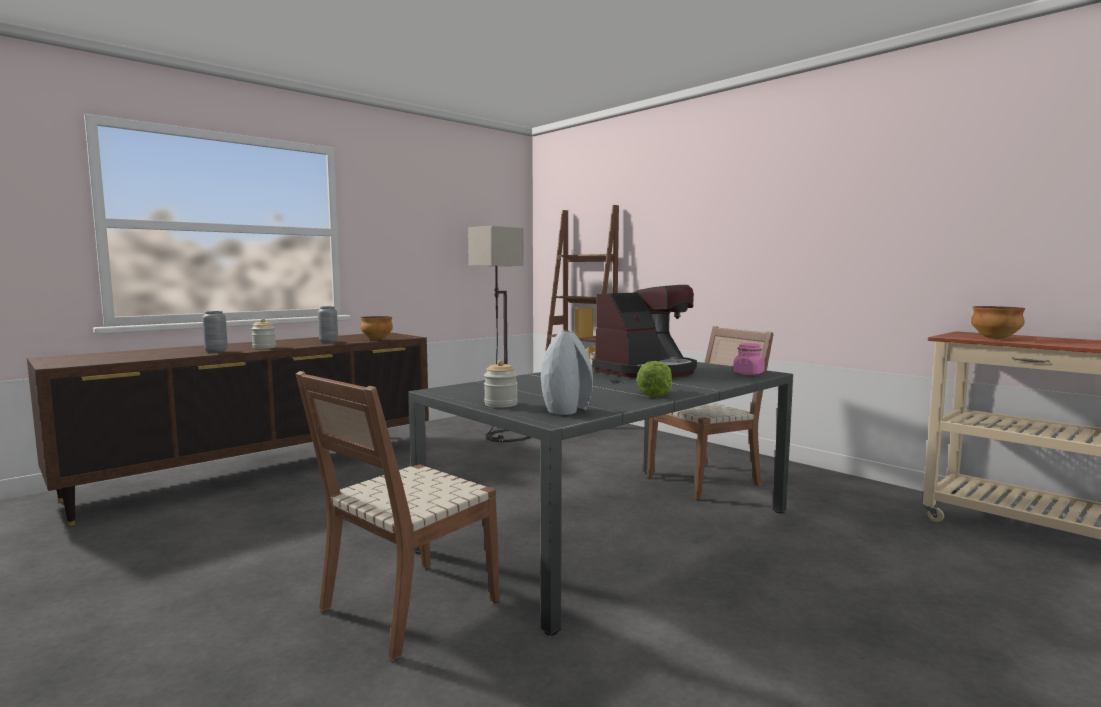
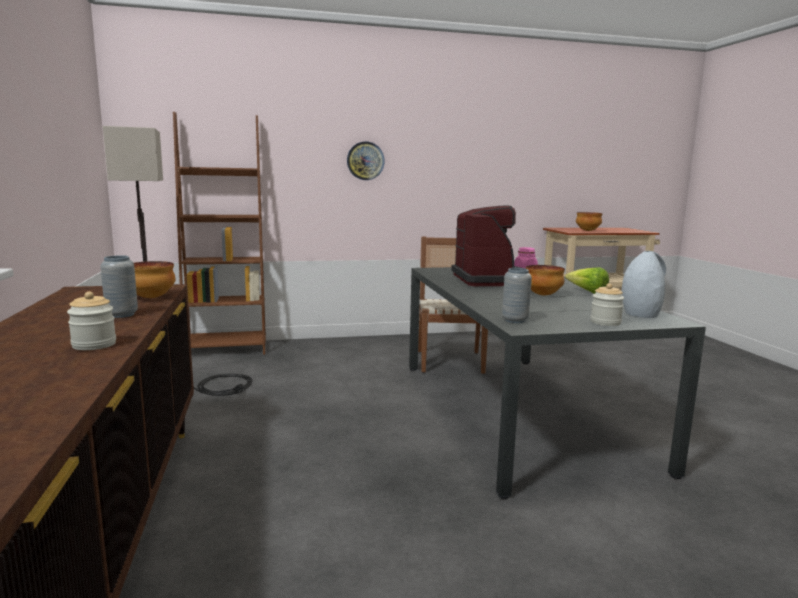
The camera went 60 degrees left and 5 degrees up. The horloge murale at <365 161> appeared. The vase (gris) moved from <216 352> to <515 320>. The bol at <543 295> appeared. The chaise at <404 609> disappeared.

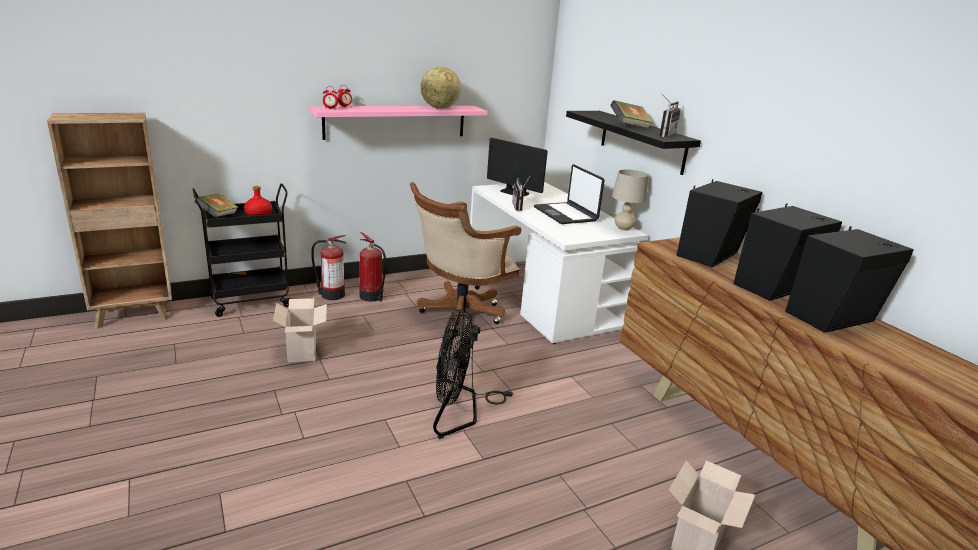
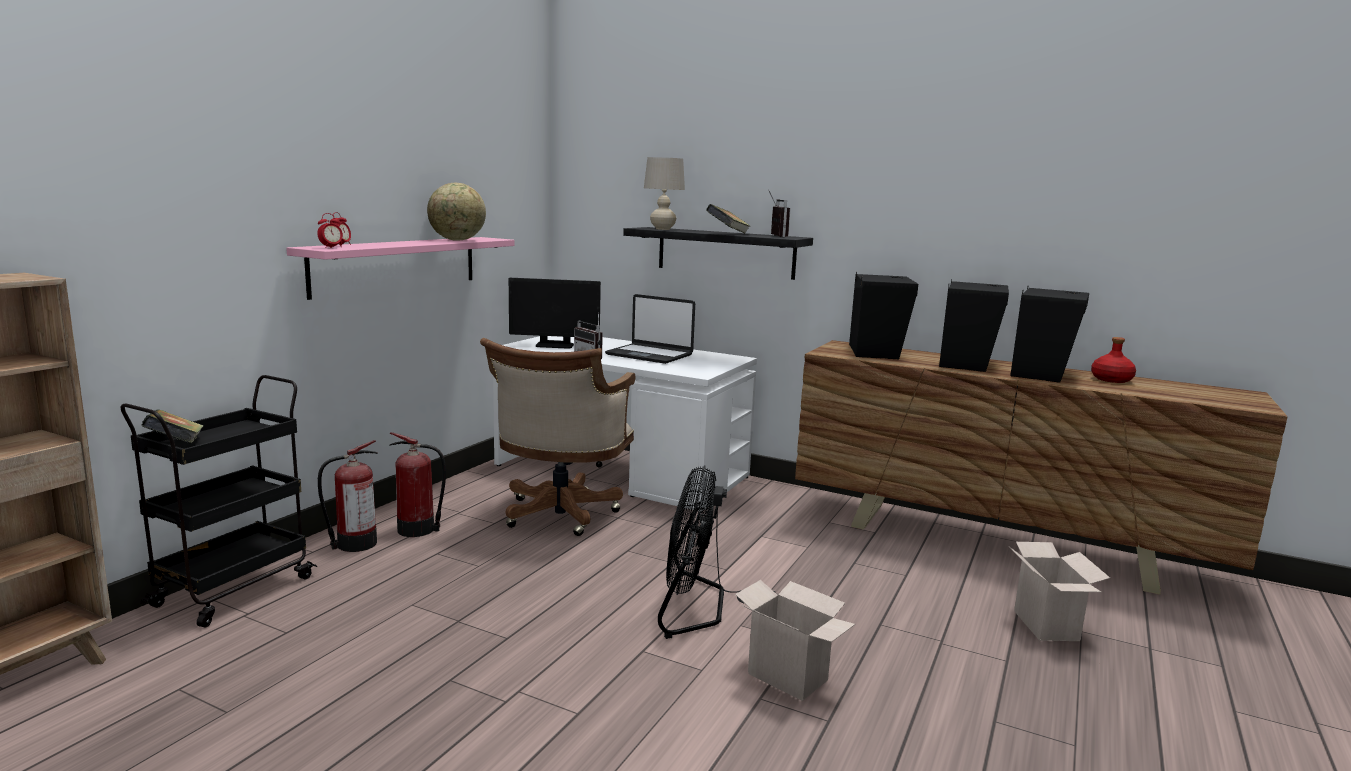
The camera went 35 degrees left and 10 degrees down. The lampe de table (beige) moved from <624 228> to <662 229>. The ventilateur (noir) at <460 406> turned 45 degrees clockwise. The carton moved from <303 352> to <790 677>. The bouteille (rouge) moved from <258 214> to <1111 379>.

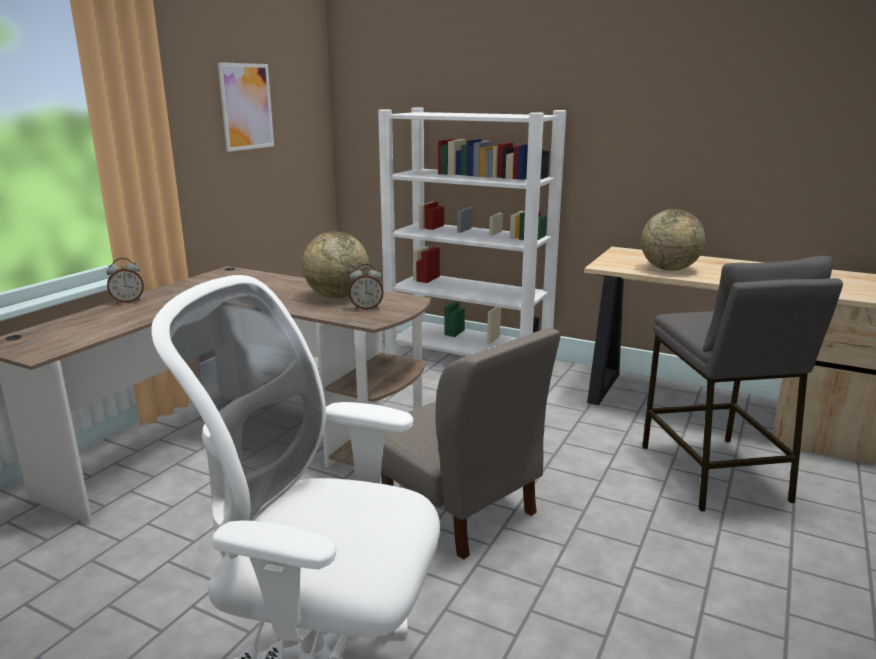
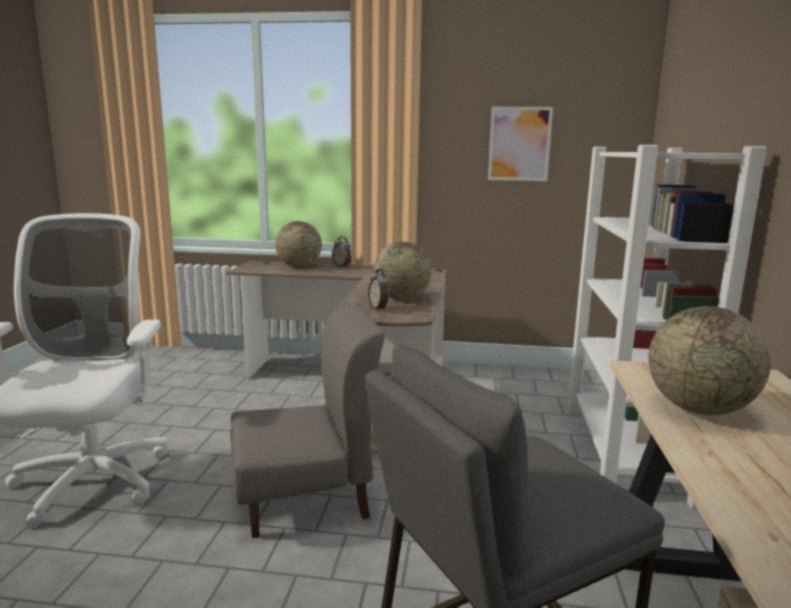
The camera went 70 degrees right and 5 degrees down. The chaise (gris) at <459 509> turned 135 degrees counterclockwise. The globe at <299 266> appeared.

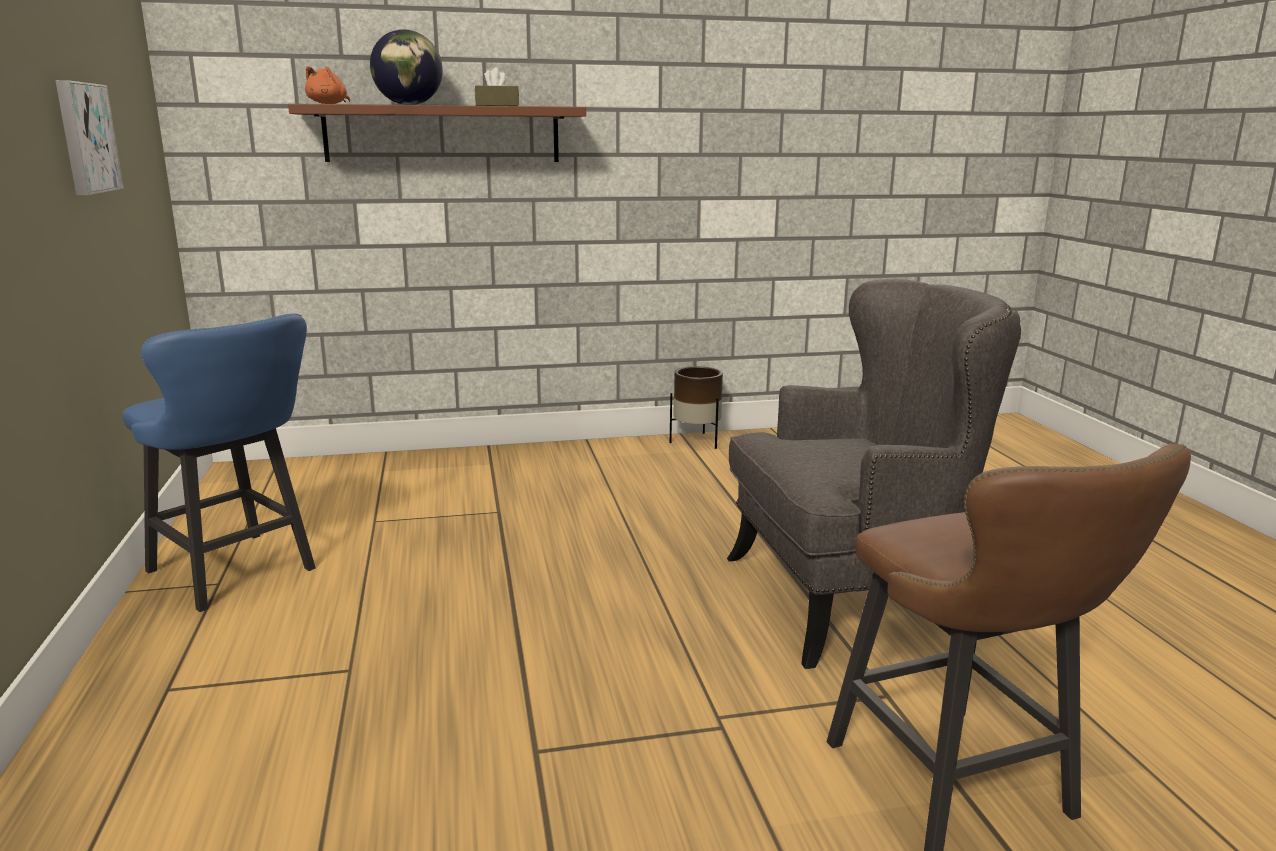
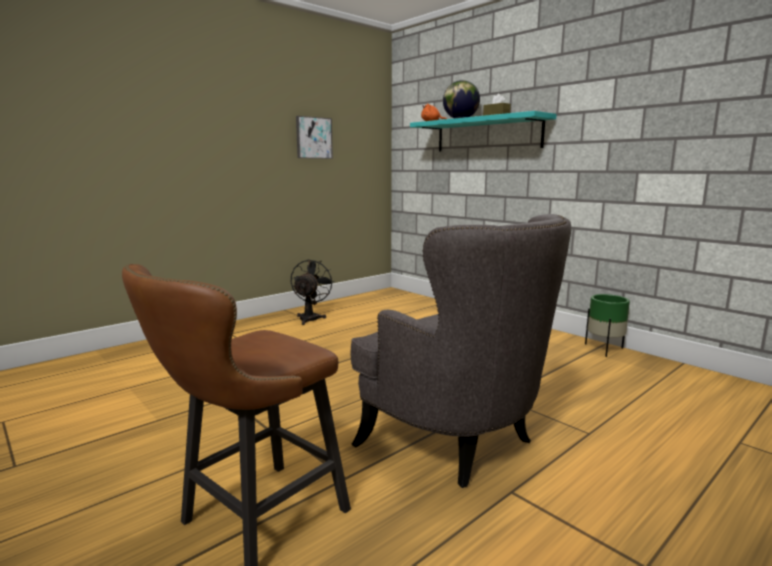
The camera went 60 degrees right and 5 degrees down. The tabouret (bleu) at <240 576> was replaced by the ventilateur (noir) at <311 317>. The étagère (marron) at <443 134> became the étagère (turquoise) at <487 134>. The cache-pot (marron) at <697 441> became the cache-pot (vert) at <604 349>.

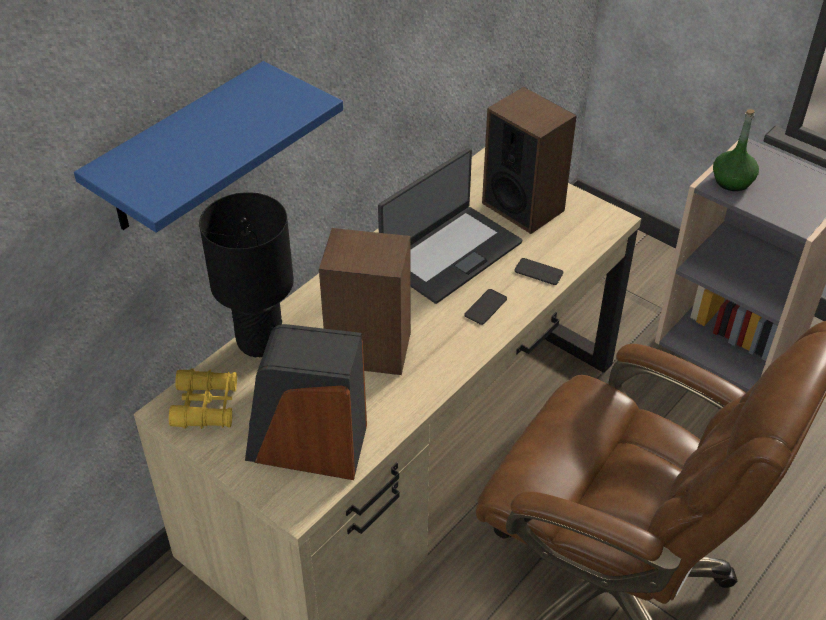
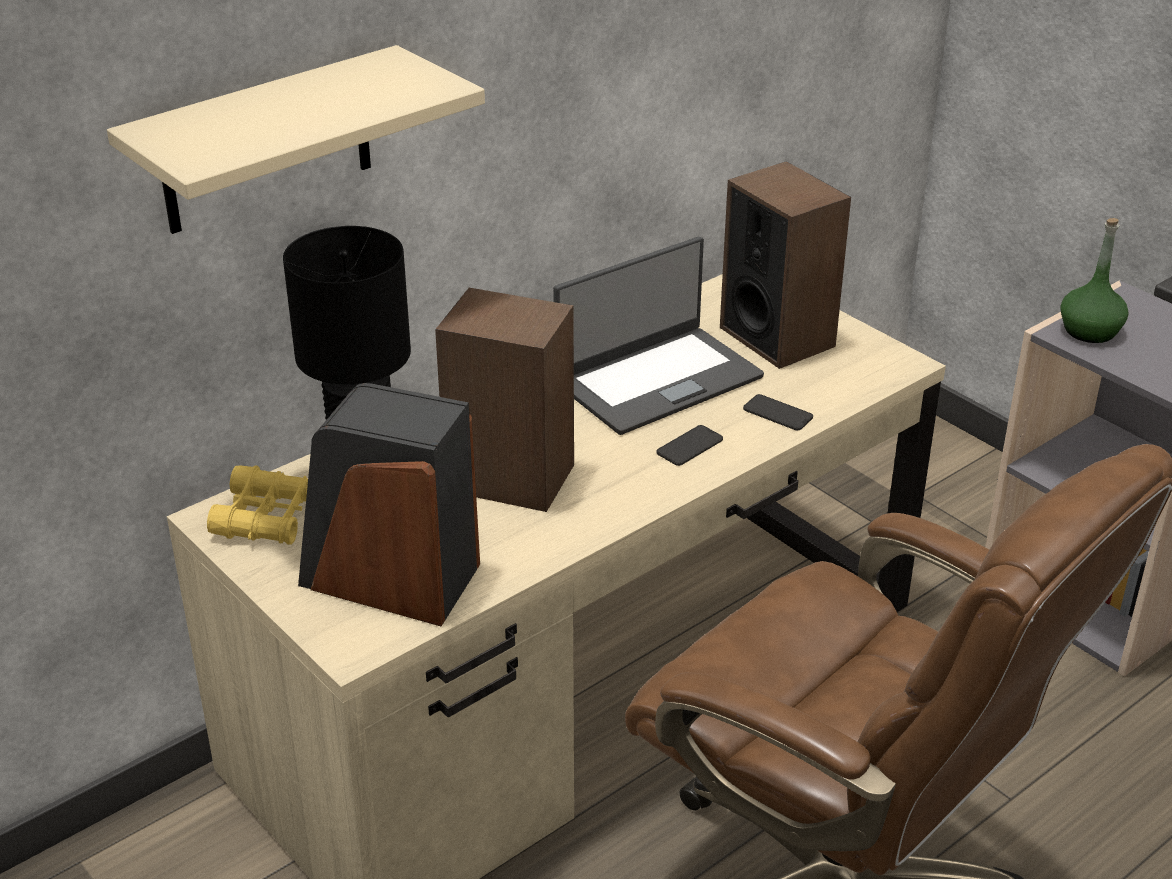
The camera went 10 degrees right and 10 degrees down. The étagère (bleu) at <180 150> became the étagère (beige) at <266 142>.

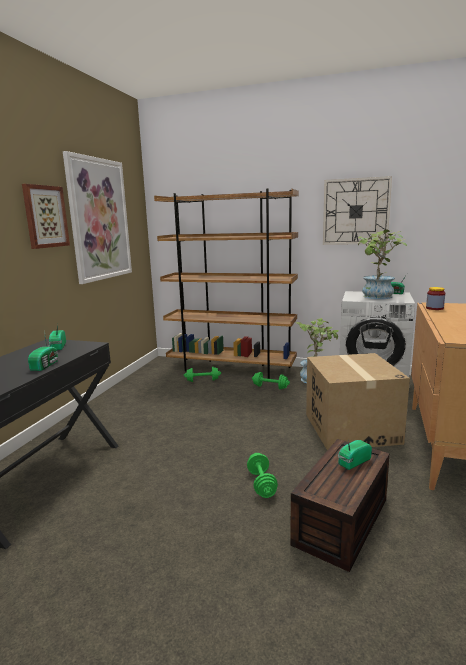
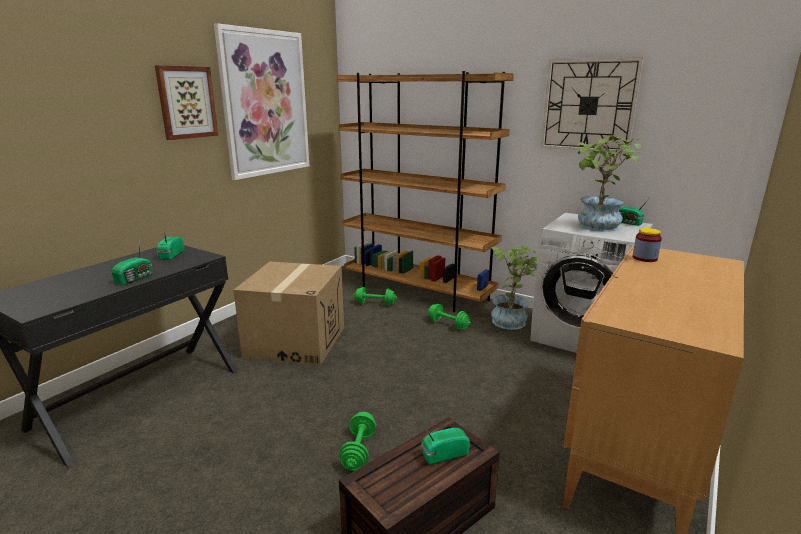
The camera went 15 degrees right and 5 degrees up. The carton moved from <351 428> to <295 341>.

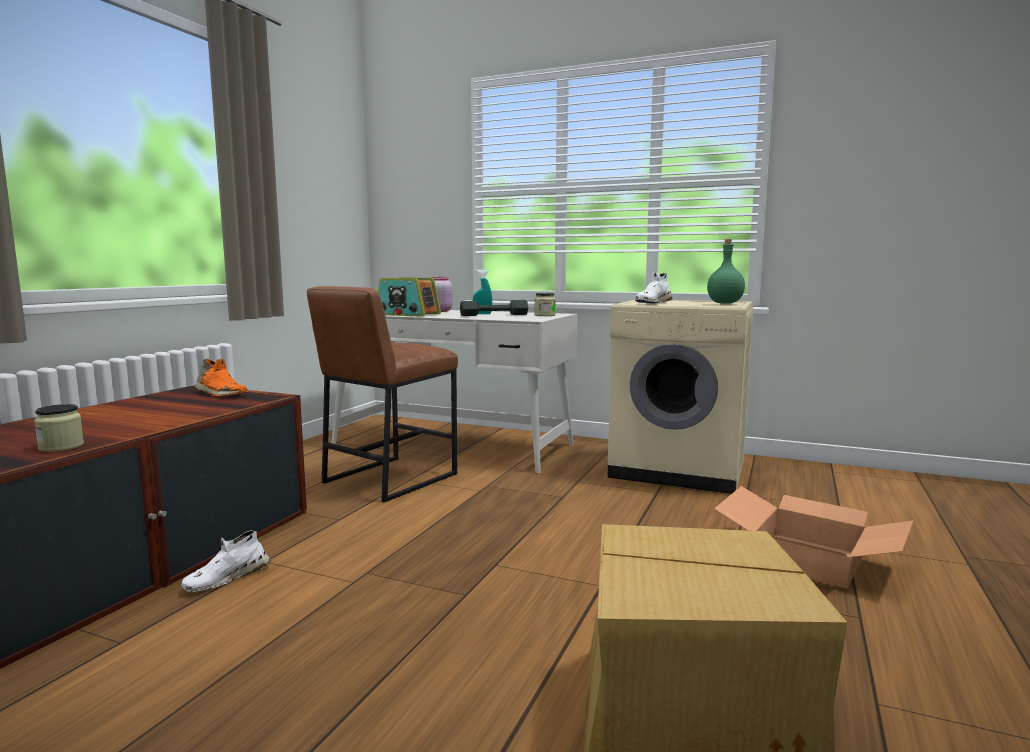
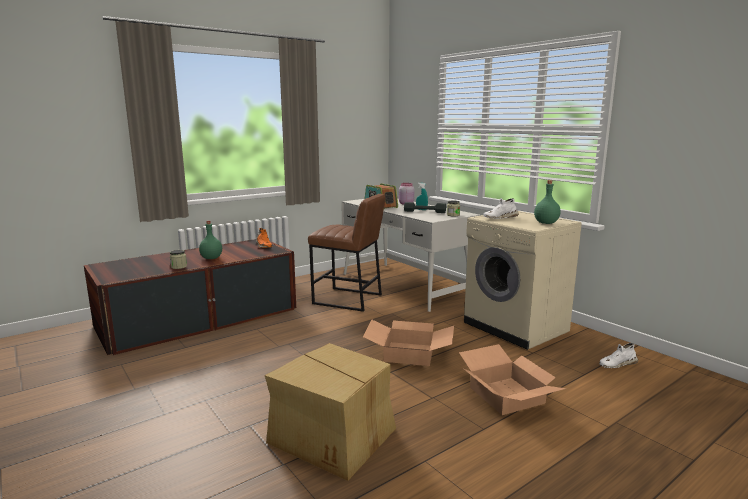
The camera went 30 degrees right and 5 degrees up. The bouteille (vert) at <211 258> appeared. The chaise (marron) at <389 479> turned 135 degrees counterclockwise. The carton at <410 353> appeared. The chaussure (blanc) moved from <226 578> to <617 364>.

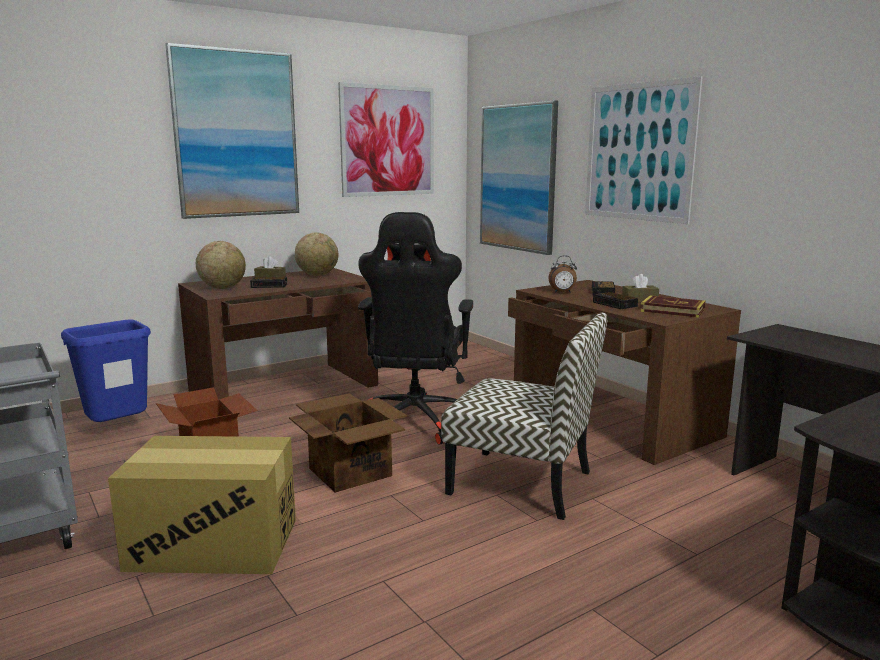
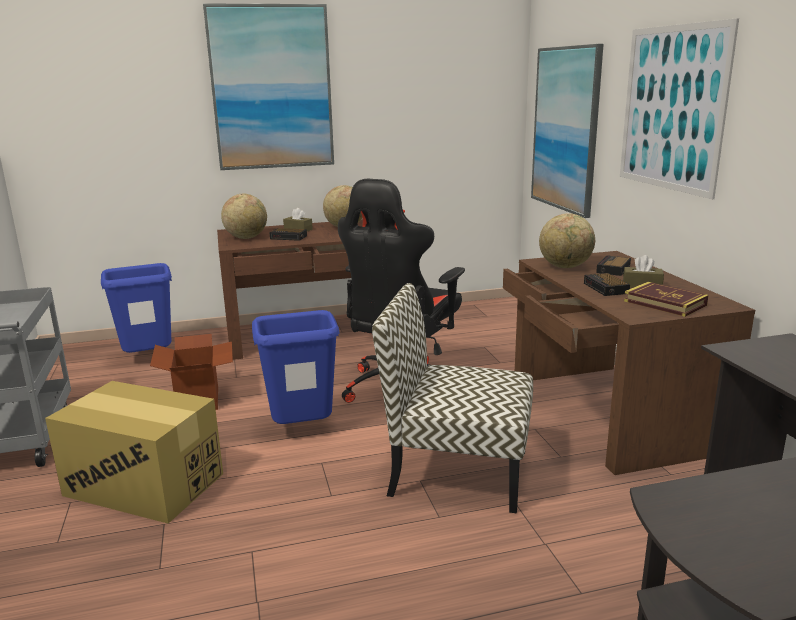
The camera went 20 degrees right and 5 degrees up. The carton at <350 471> was replaced by the poubelle (bleu) at <303 431>. The chaise at <523 483> turned 150 degrees clockwise. The réveil at <562 292> was replaced by the globe at <565 267>. The tableau at <388 141> disappeared.

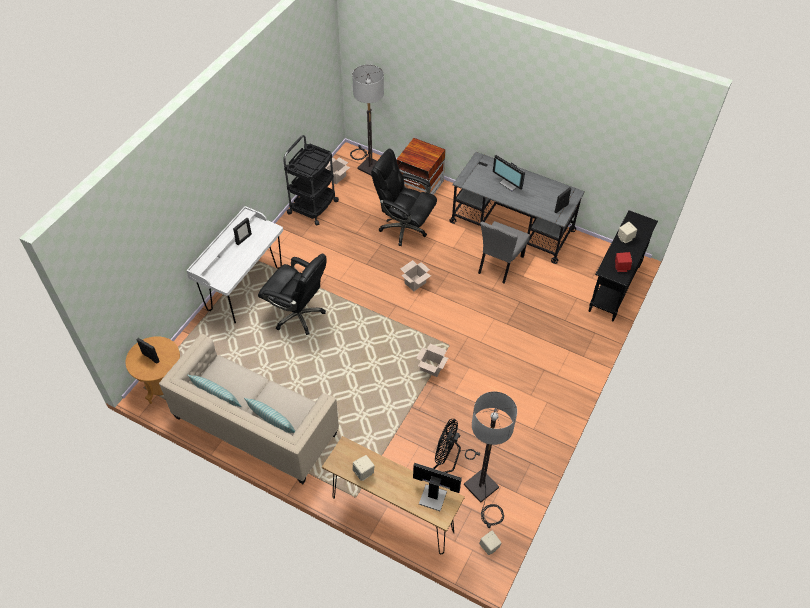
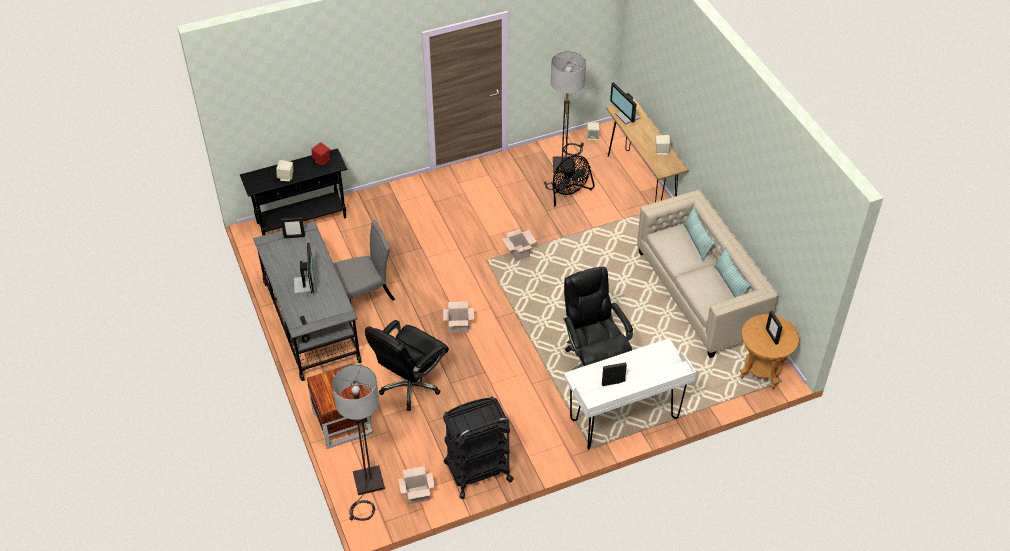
The camera went 140 degrees left and 5 degrees down. The chaise de bureau (noir) at <404 228> turned 60 degrees clockwise.

